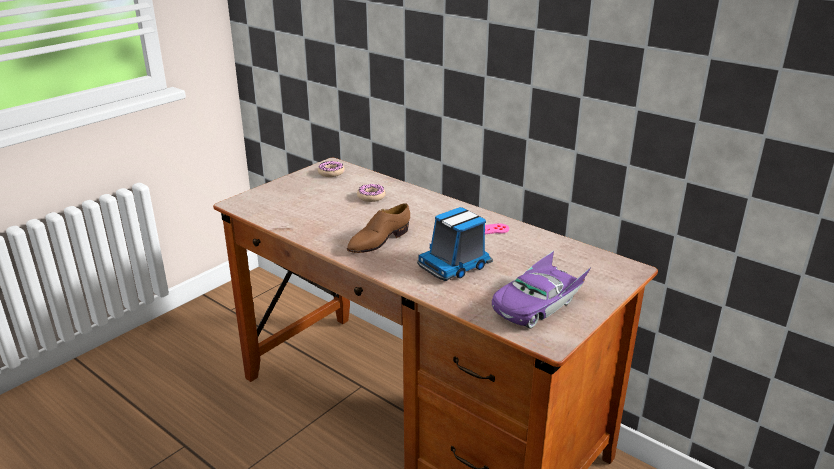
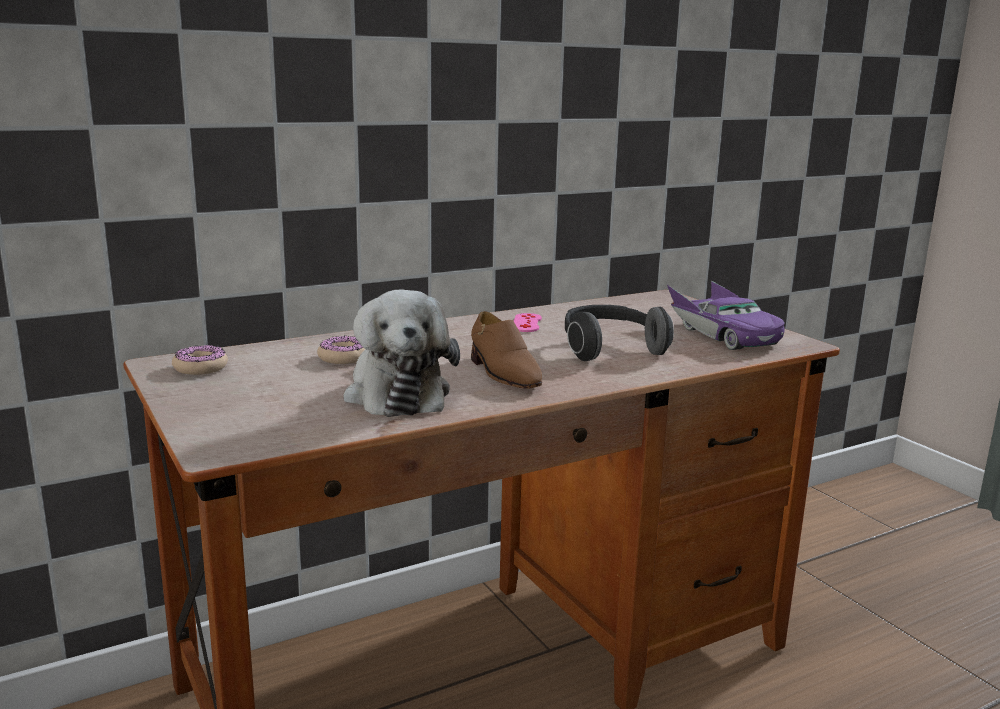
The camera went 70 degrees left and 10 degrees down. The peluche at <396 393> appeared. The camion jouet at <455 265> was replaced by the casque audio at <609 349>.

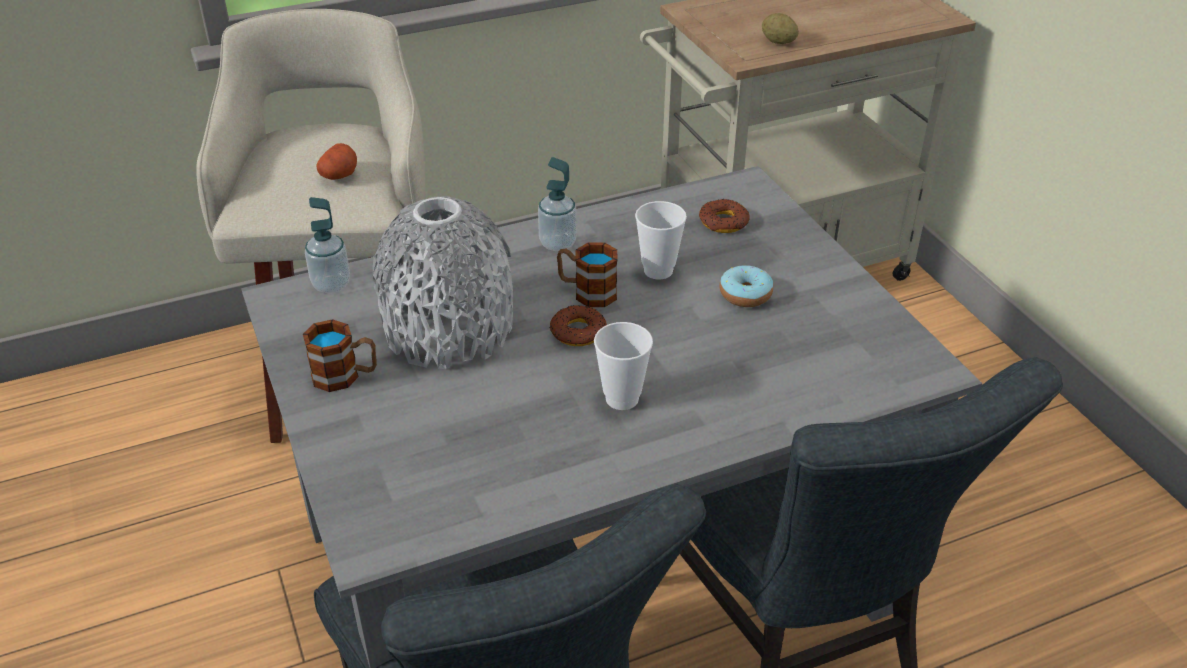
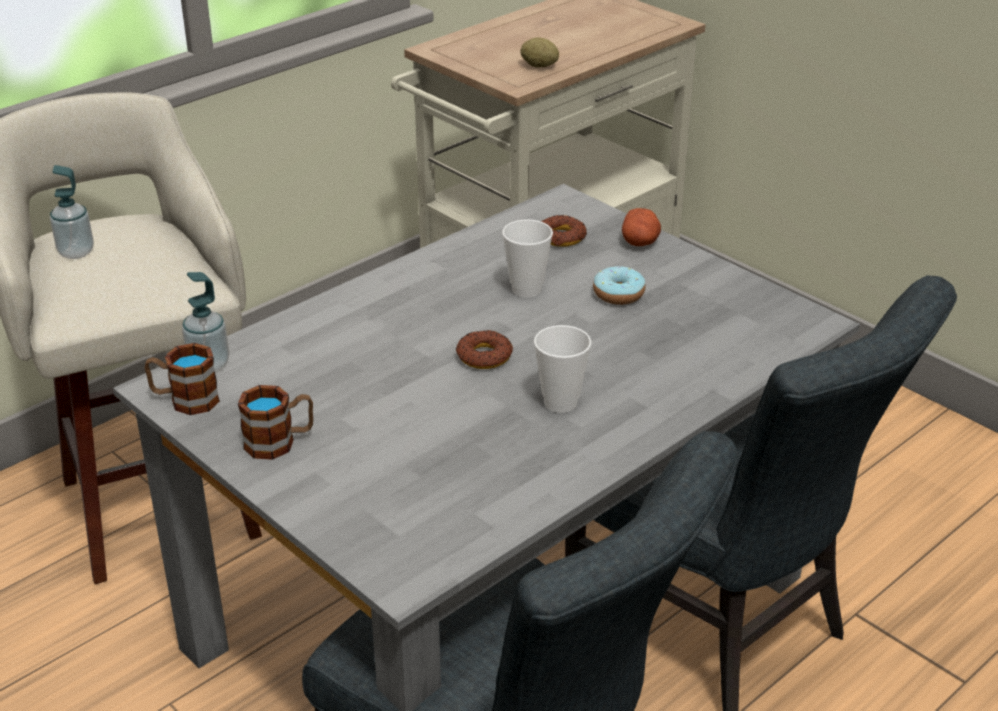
The camera went 20 degrees left and 5 degrees down. The distributeur de savon moved from <557 243> to <76 252>. The mug moved from <587 292> to <185 400>. The pomme de terre moved from <339 175> to <640 242>. The vase (gris) at <449 328> disappeared.

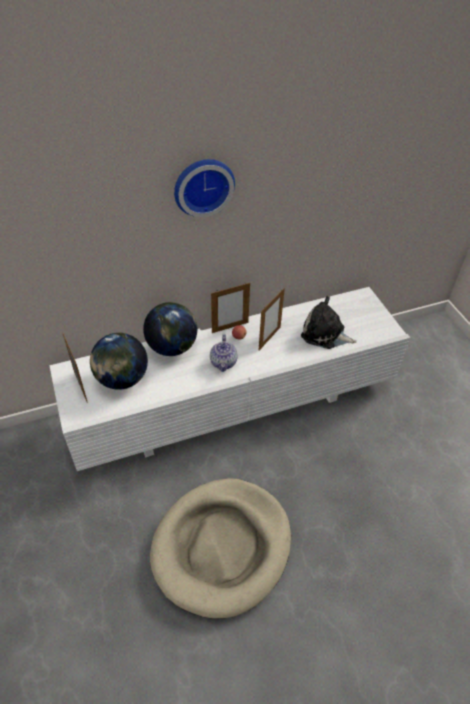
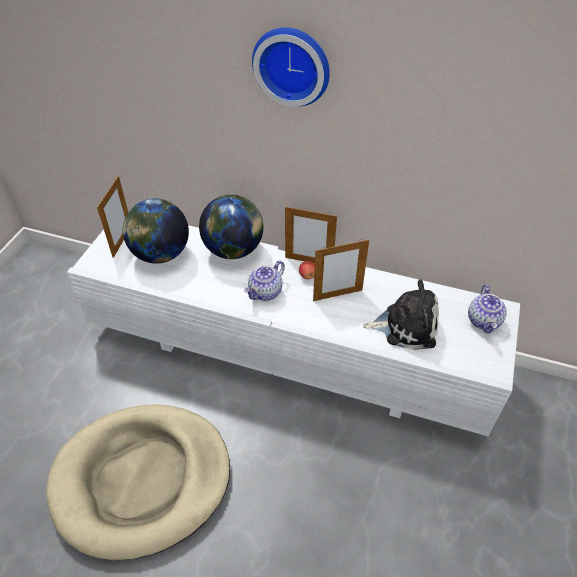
The camera went 40 degrees right and 0 degrees up. The peluche at <325 334> turned 120 degrees clockwise. The théière at <484 321> appeared.

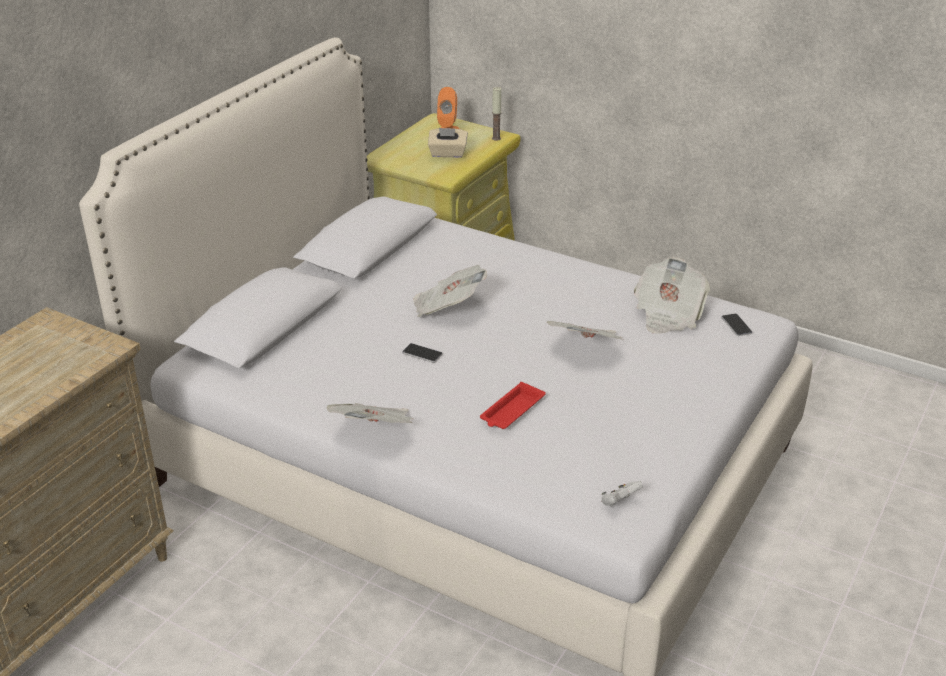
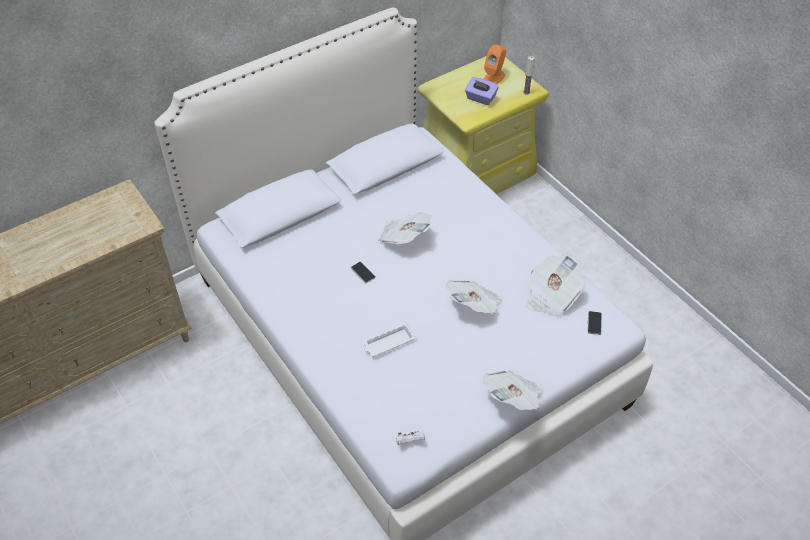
The camera went 25 degrees right and 15 degrees up. The plateau (rouge) at <511 411> became the plateau (blanc) at <388 342>. The boîte à mouchoirs (beige) at <447 154> became the boîte à mouchoirs (violet) at <480 98>. The journal moved from <375 431> to <514 398>.

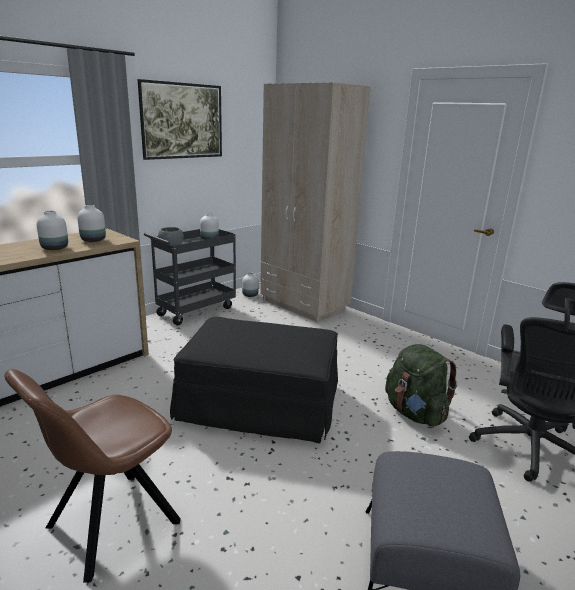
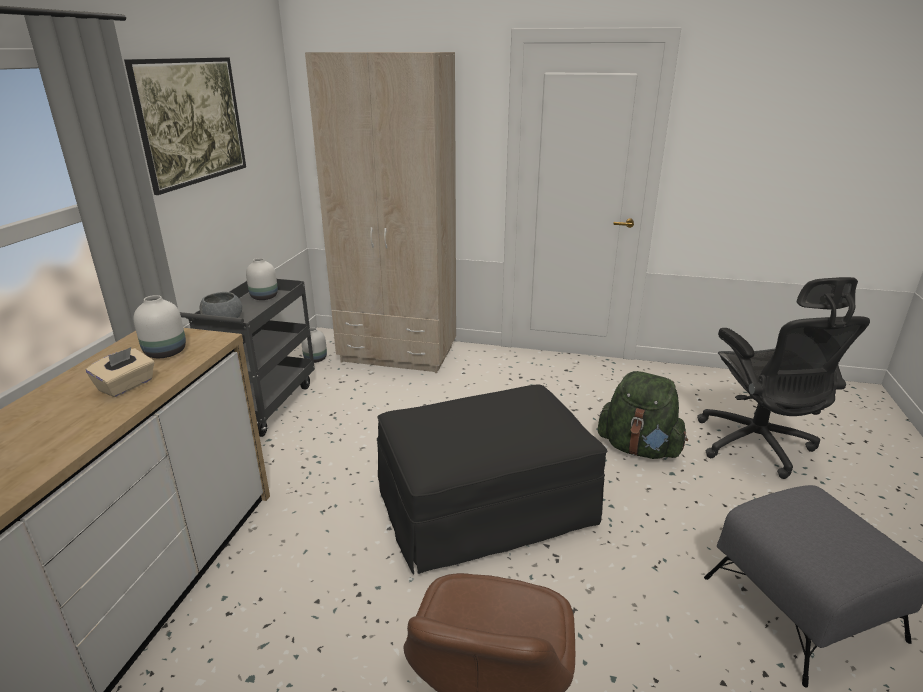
The camera went 30 degrees left and 5 degrees up. The vase (blanc) at <55 248> was replaced by the boîte à mouchoirs (beige) at <126 386>.

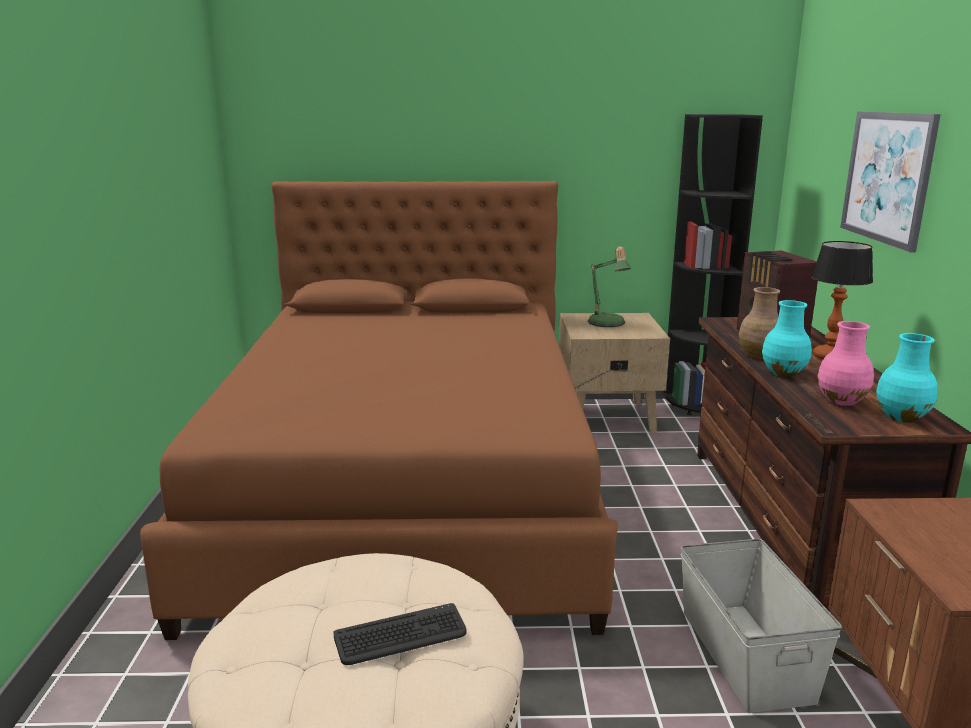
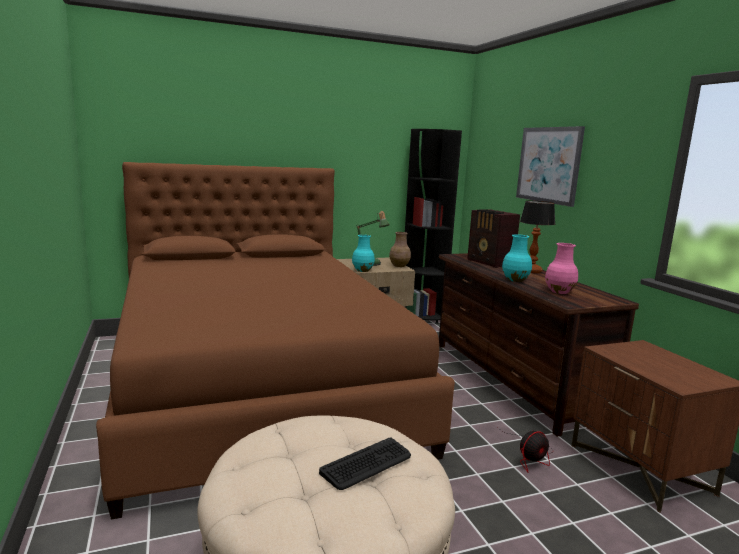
The camera went 20 degrees left and 5 degrees down. The vase (turquoise) moved from <901 417> to <362 270>. The vase (marron) moved from <759 355> to <399 266>. The boîte de rangement (gris) at <744 655> was replaced by the ventilateur at <531 456>.

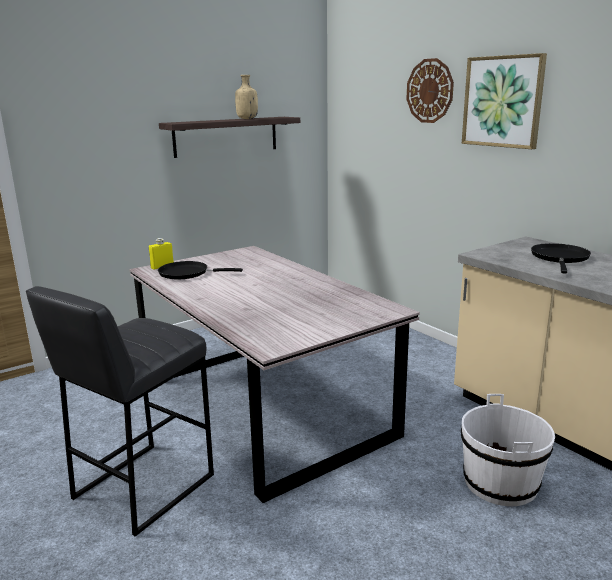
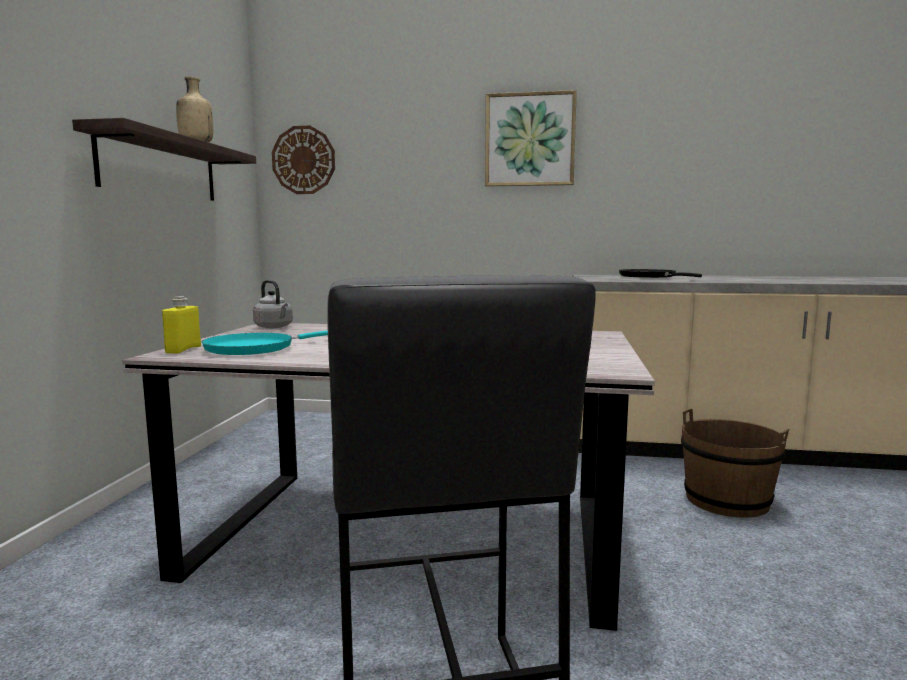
The camera went 45 degrees left and 10 degrees down. The poêle (noir) at <187 273> became the poêle (turquoise) at <256 348>. The bouilloire (gris) at <274 327> appeared. The horloge murale moved from <430 91> to <303 160>. The seau (blanc) at <500 483> became the seau (marron) at <727 500>.

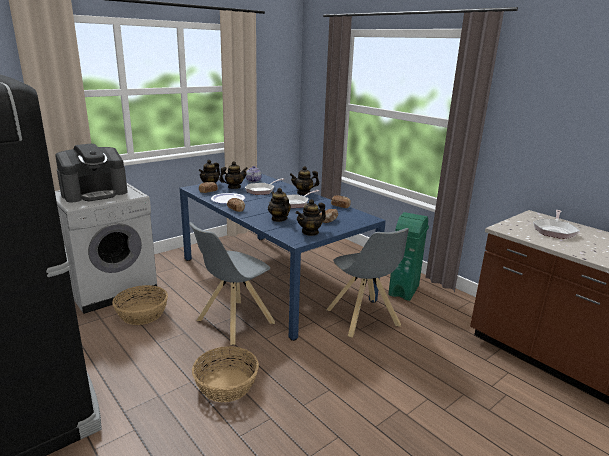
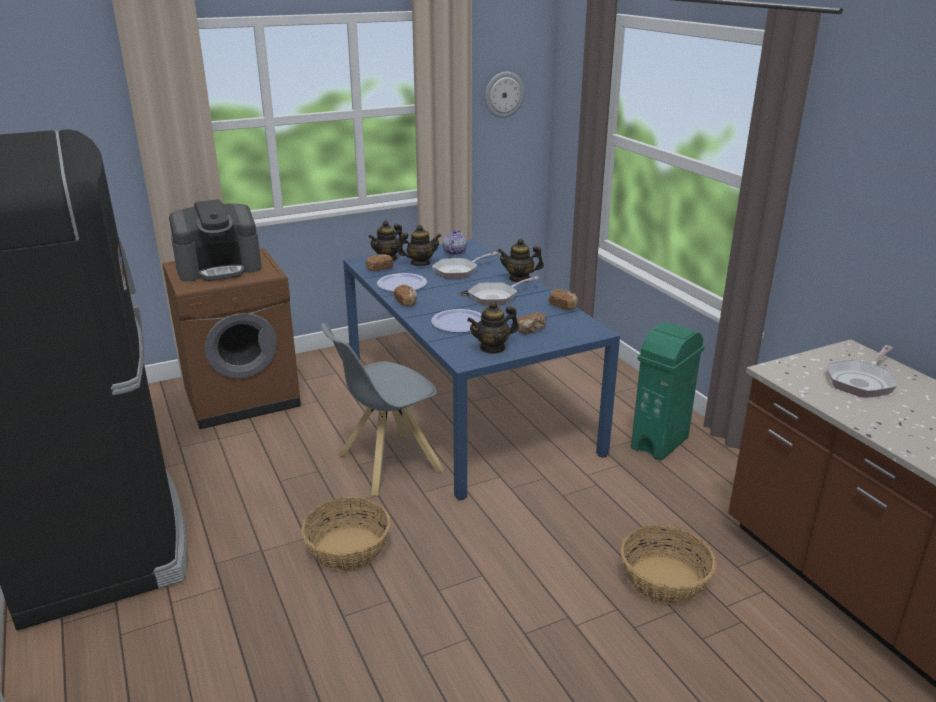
The camera went 15 degrees right and 5 degrees up. The lave-linge (blanc) at <112 290> became the lave-linge (marron) at <243 399>. The théière at <279 219> was replaced by the assiette at <459 322>. The horloge murale at <504 94> appeared. The panier moved from <142 314> to <664 580>. The chaise (gris) at <363 319> disappeared.

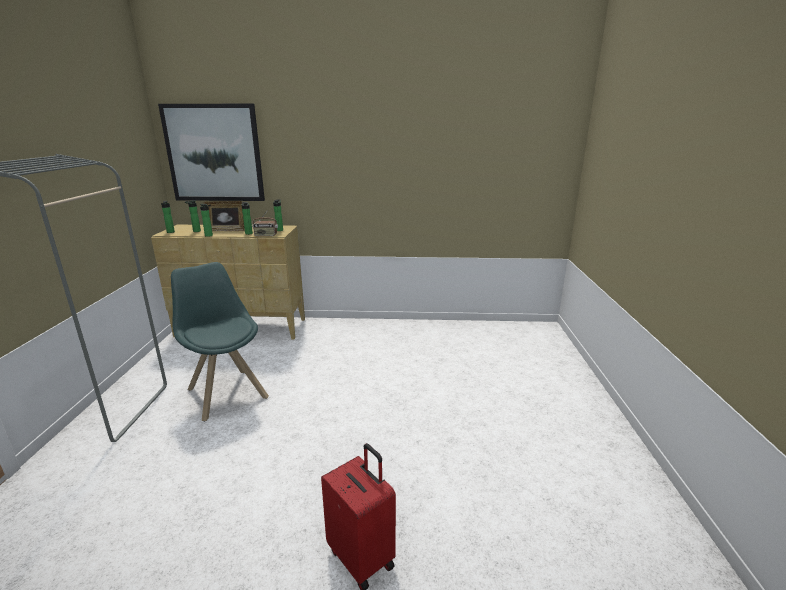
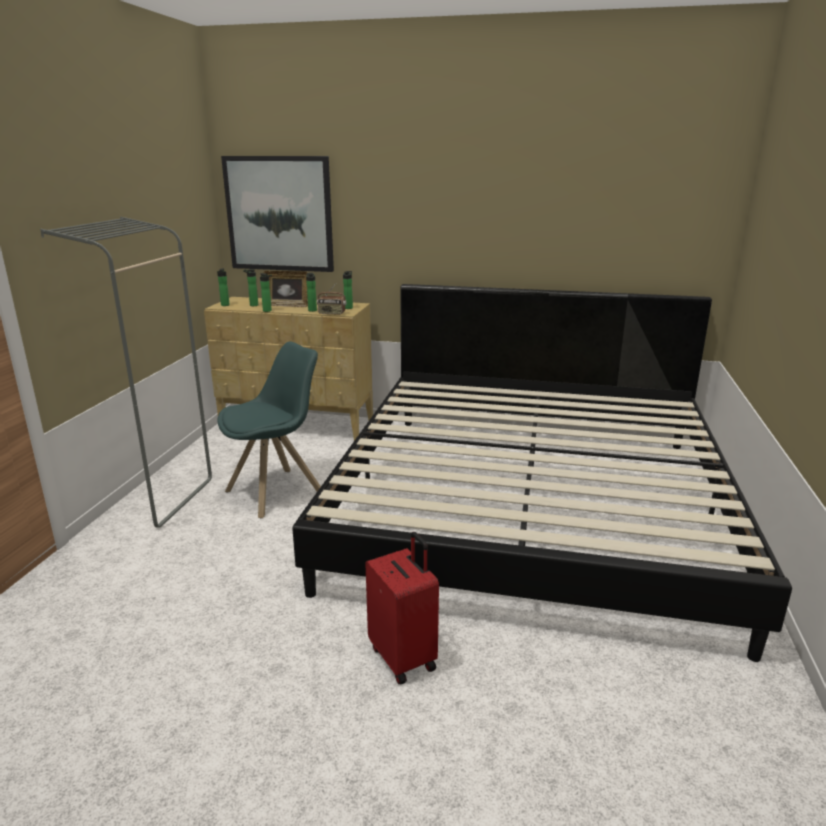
The camera went 10 degrees right and 0 degrees up. The chaise (turquoise) at <226 393> turned 75 degrees clockwise. The lit at <530 505> appeared.

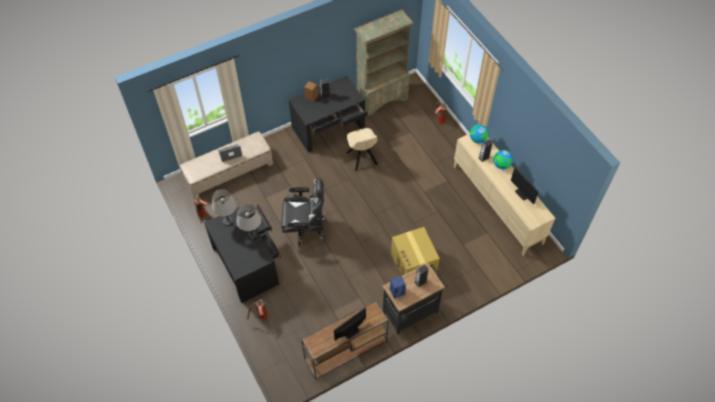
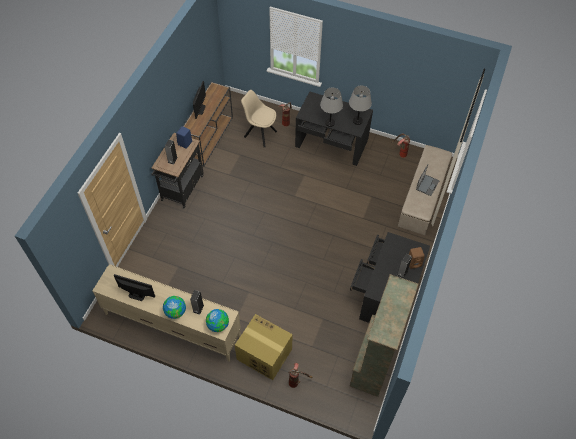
The camera went 140 degrees right and 0 degrees up. The carton moved from <413 264> to <263 354>. The chaise (beige) moved from <362 158> to <260 134>. The chaise de bureau (noir) at <304 228> disappeared.

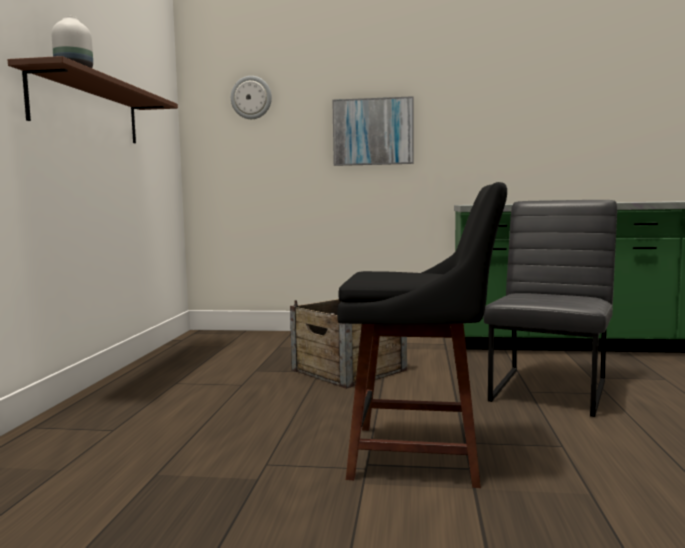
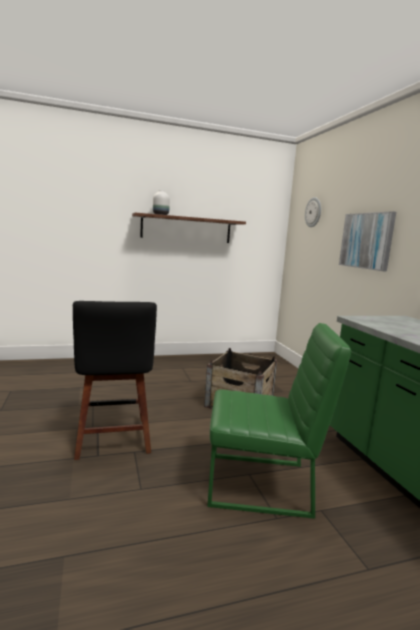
The camera went 65 degrees right and 5 degrees up. The chaise (gris) at <550 389> became the chaise (vert) at <262 484>.

